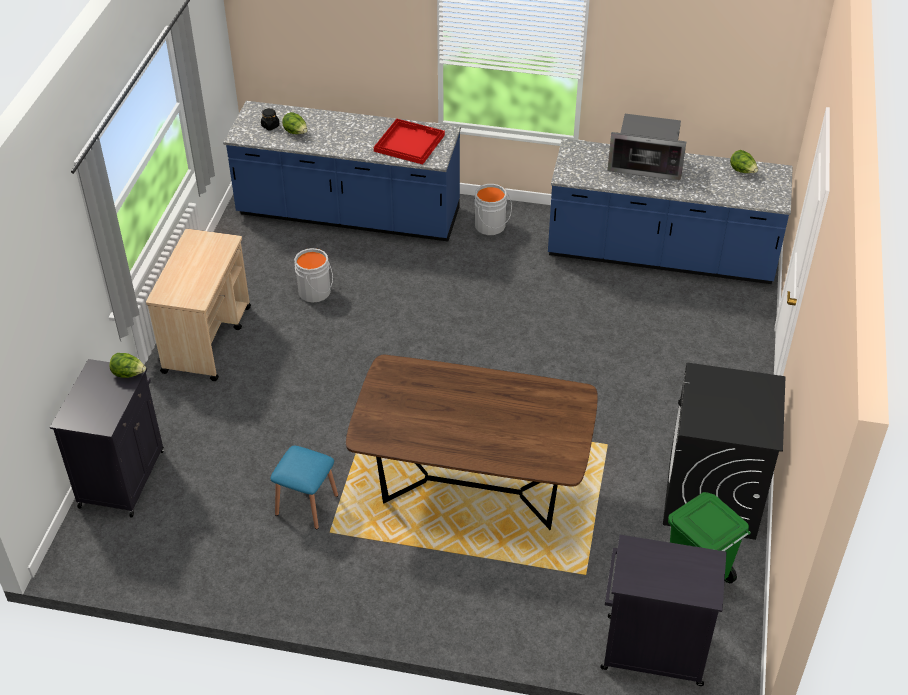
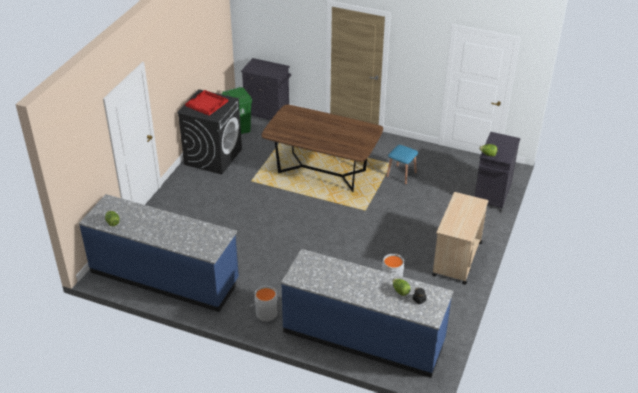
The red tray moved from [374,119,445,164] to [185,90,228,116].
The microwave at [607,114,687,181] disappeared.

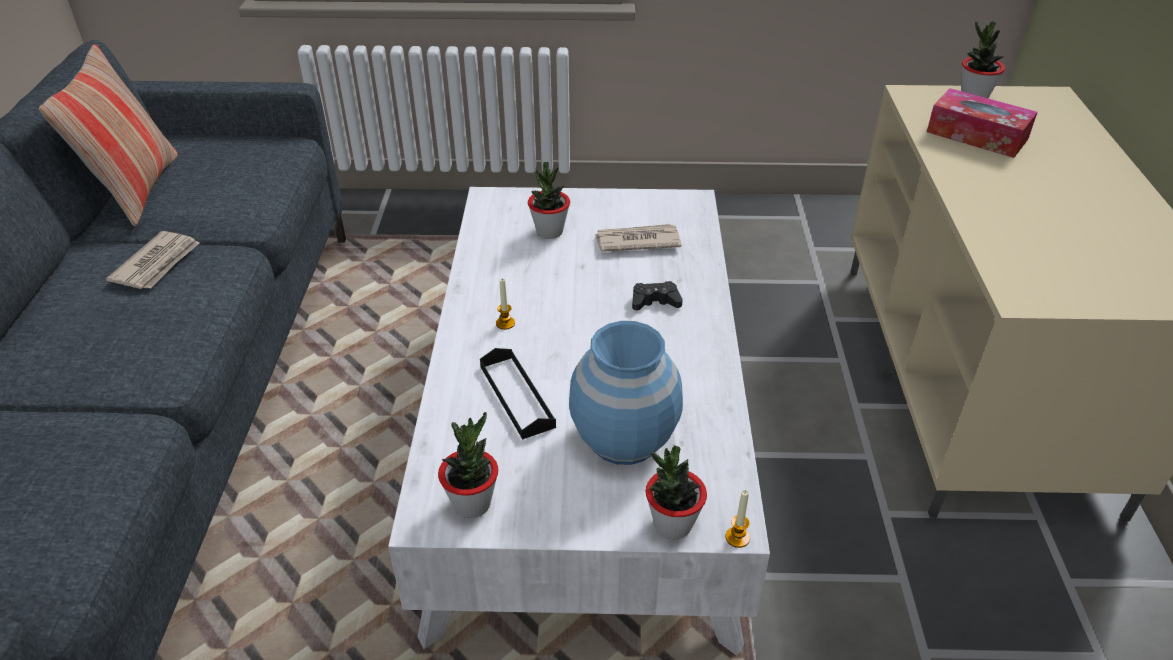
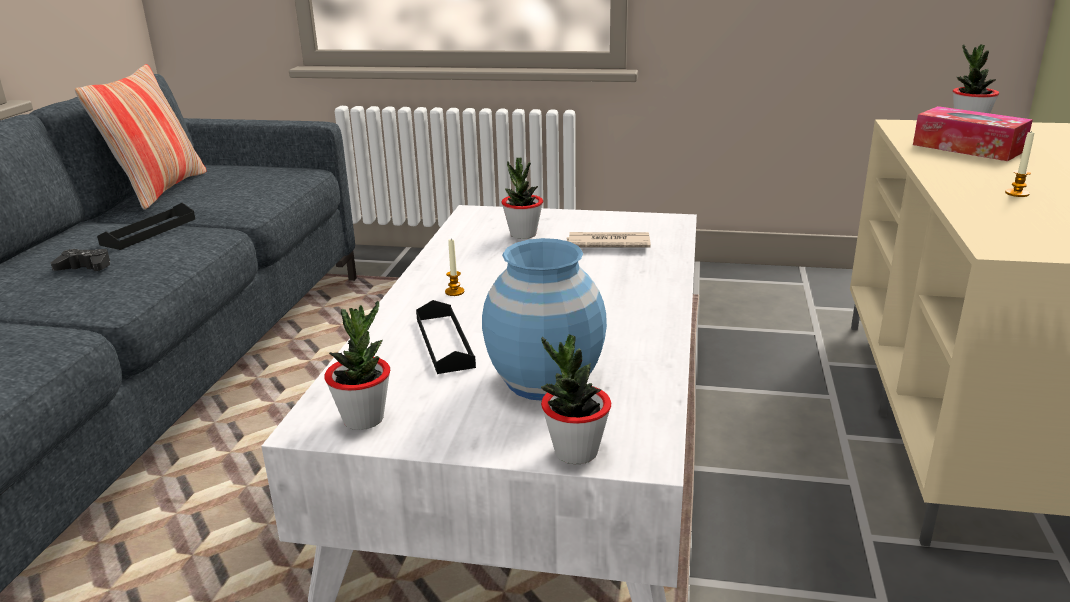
The black game controller moved from [632,281,683,311] to [51,249,110,271].
The newspaper at [106,231,199,289] was replaced by the black tray at [97,203,195,250].
The candle moved from [726,490,750,548] to [1005,130,1035,197].

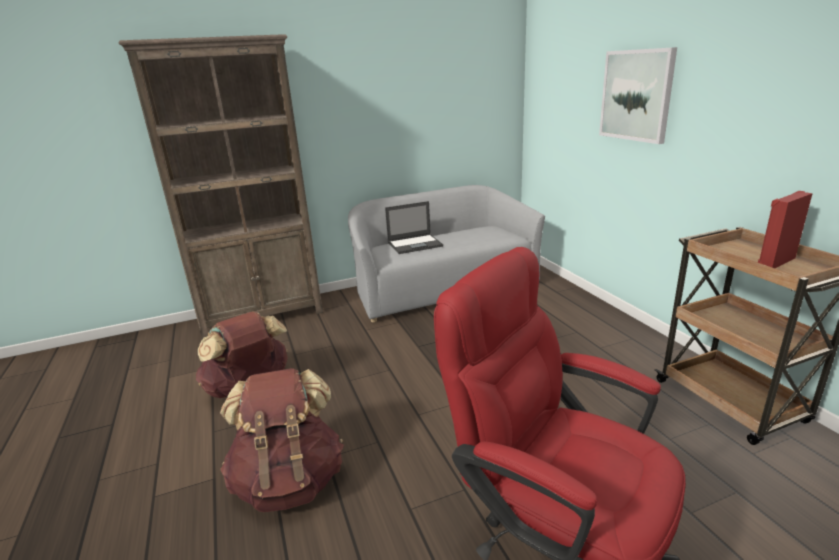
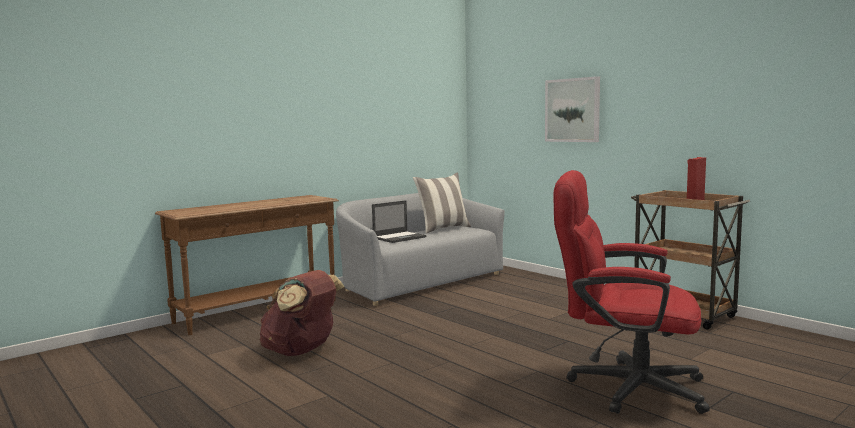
The brown bookcase at [119,34,323,339] was replaced by the brown console table at [155,195,339,335].
The pillow at [413,173,471,234] appeared.
The brown backpack at [220,368,344,512] disappeared.

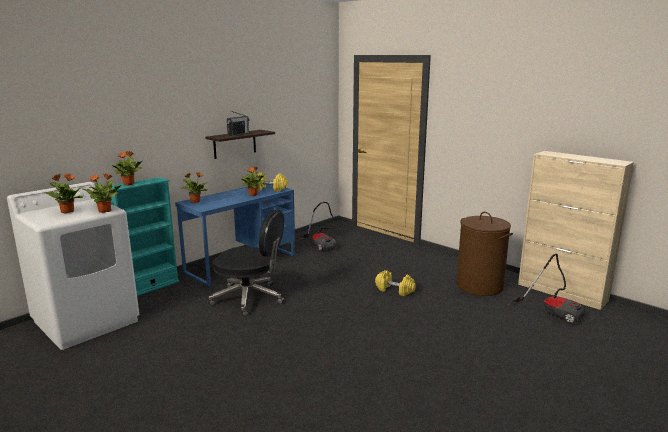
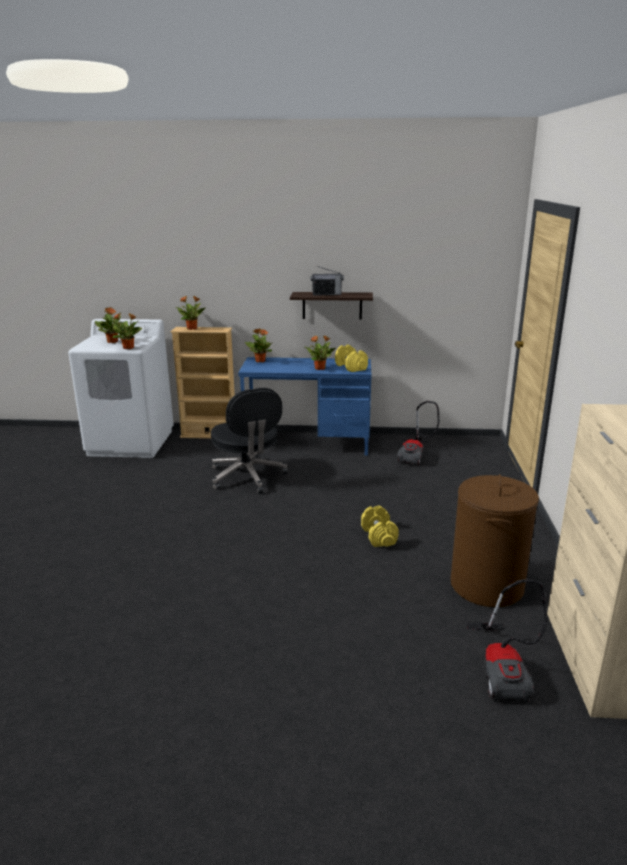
The turquoise bookcase at [110,177,180,296] became the beige bookcase at [171,327,235,439].

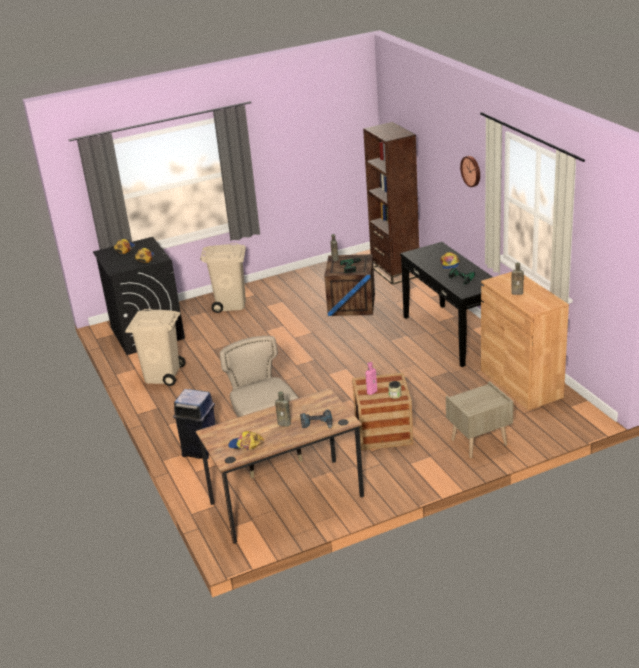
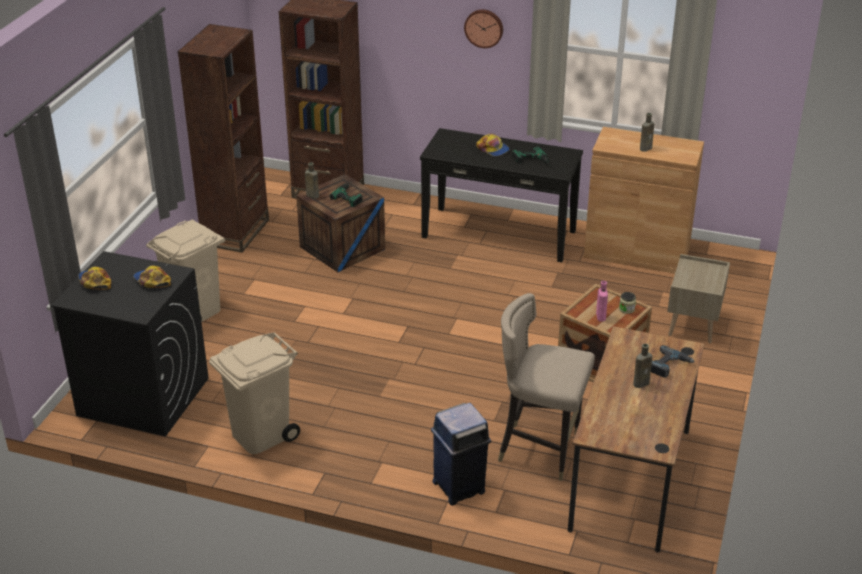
The brown bookcase at [178,24,269,253] appeared.
The cap at [228,431,264,450] disappeared.

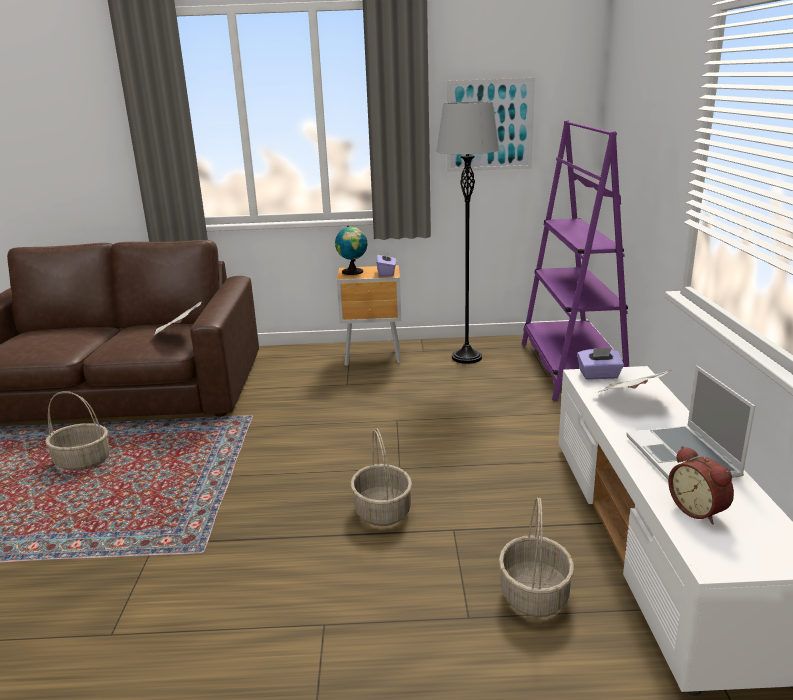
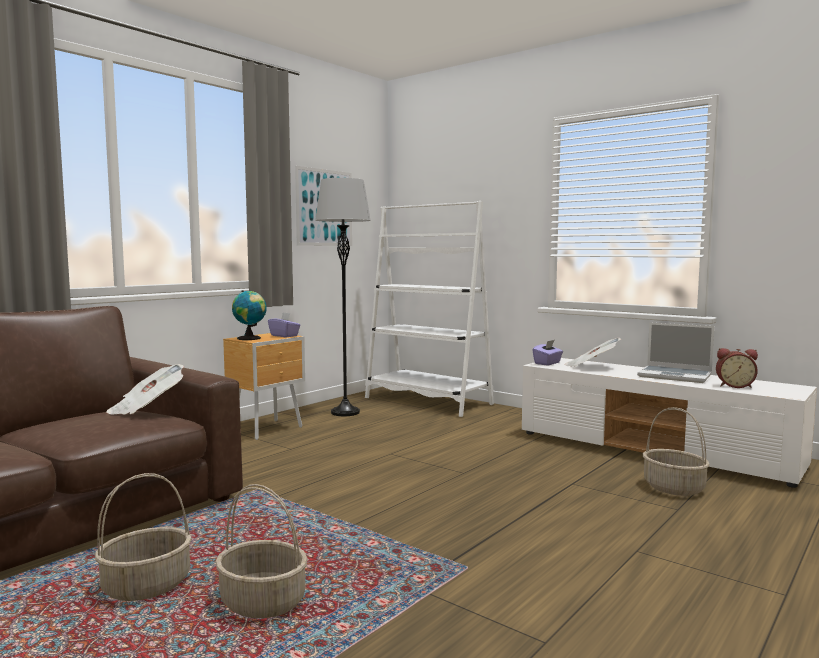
The basket moved from [351,429,412,526] to [215,484,308,618].
The purple bookcase at [522,120,629,402] became the white bookcase at [365,201,494,417].

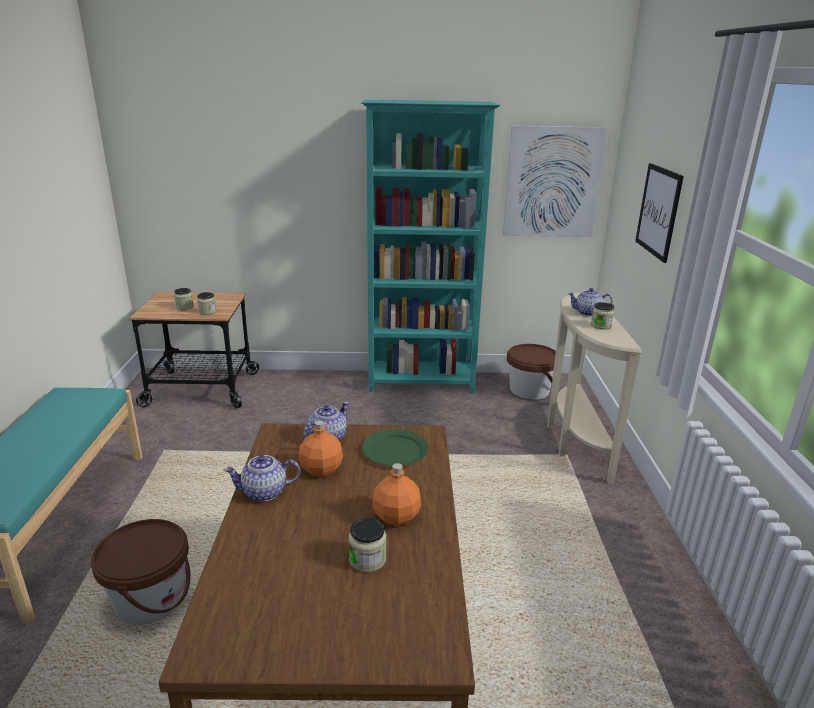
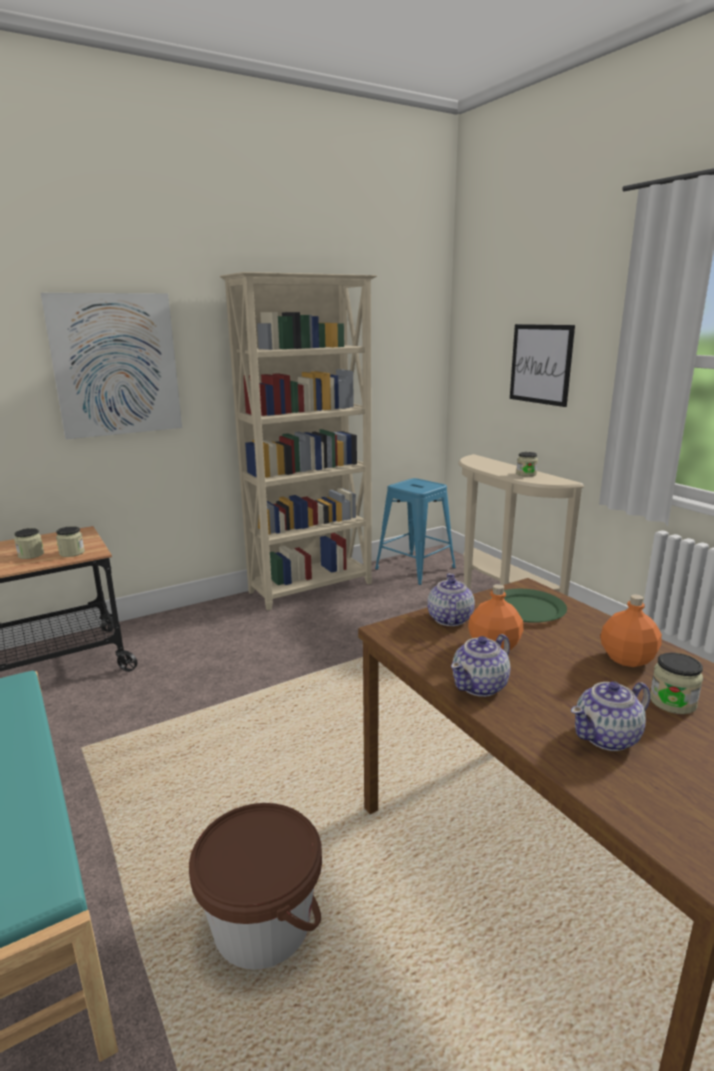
The picture moved from [503,126,607,237] to [41,293,182,439].
The turquoise bookcase at [361,100,500,393] became the beige bookcase at [220,272,377,611].
The brown bucket at [507,344,556,400] was replaced by the blue stool at [375,478,456,585].
The teapot moved from [568,288,613,316] to [571,681,650,751].

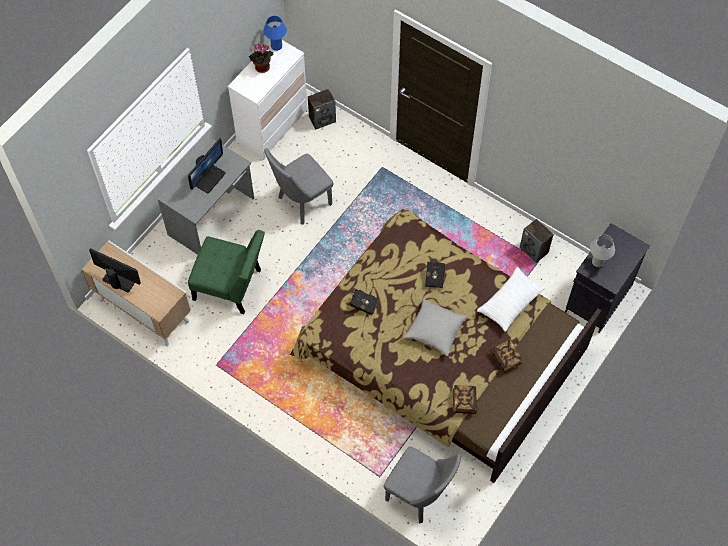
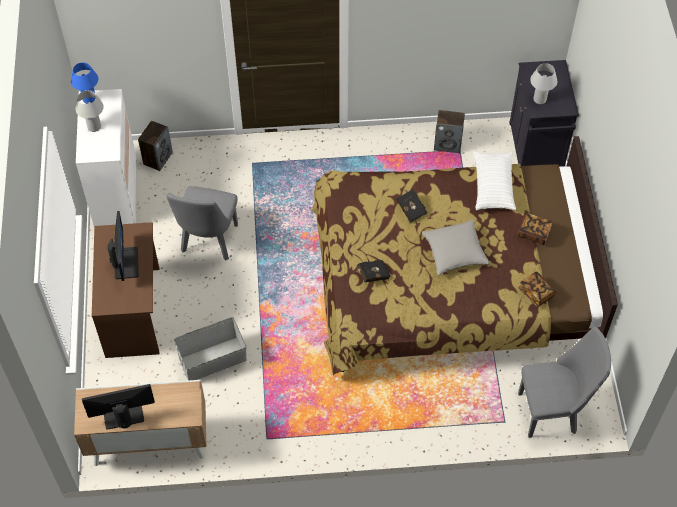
The potted plant at [249,43,273,73] was replaced by the white table lamp at [76,90,104,132].
The grey desk at [157,139,254,255] became the brown desk at [92,222,160,358].
The green chair at [188,230,265,314] was replaced by the grey storage box at [174,317,247,381].

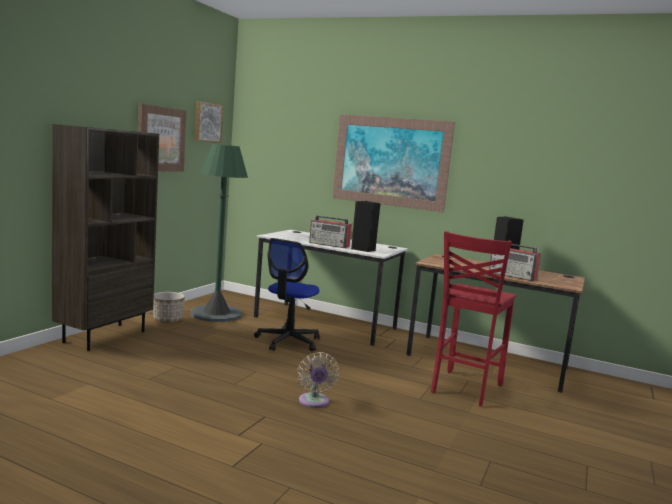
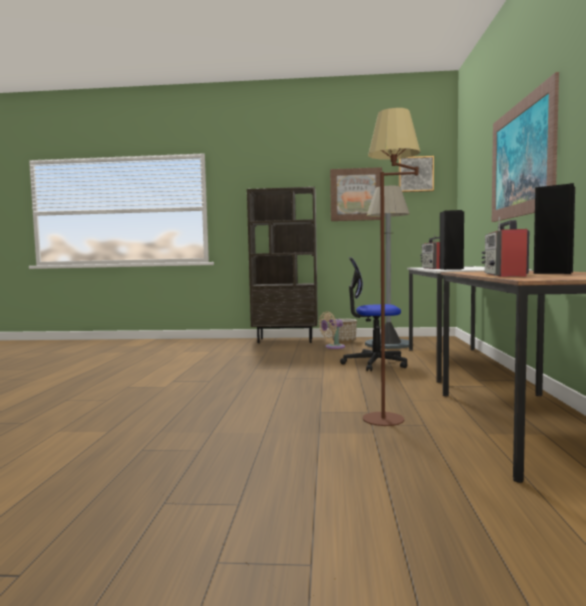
The beige fan moved from [297,352,339,408] to [319,311,345,349].
The red chair at [431,231,516,407] was replaced by the brown floor lamp at [363,108,420,426].
The green floor lamp at [190,144,248,322] became the grey floor lamp at [365,186,410,349].

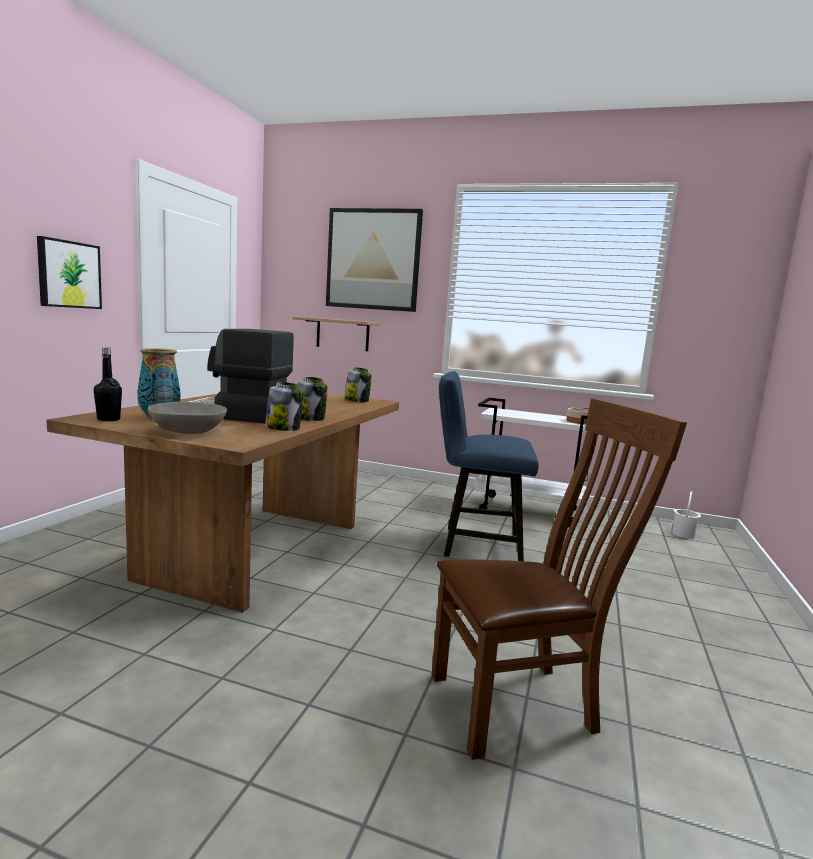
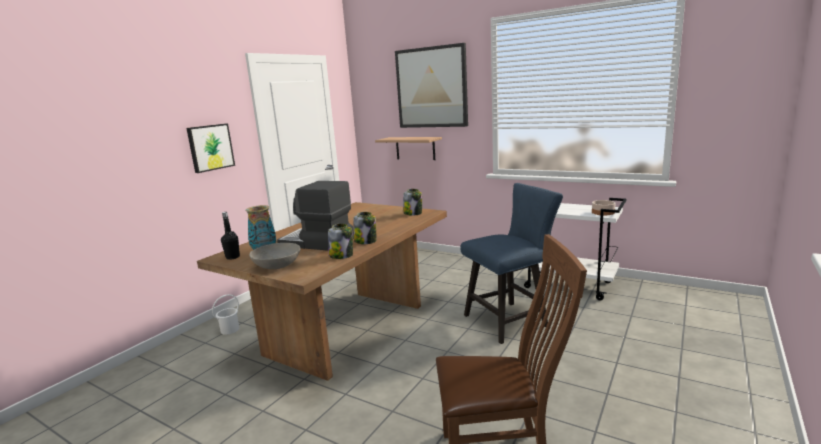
The white bucket moved from [672,491,701,539] to [212,294,239,335].
The blue chair at [439,371,539,561] turned 135 degrees clockwise.

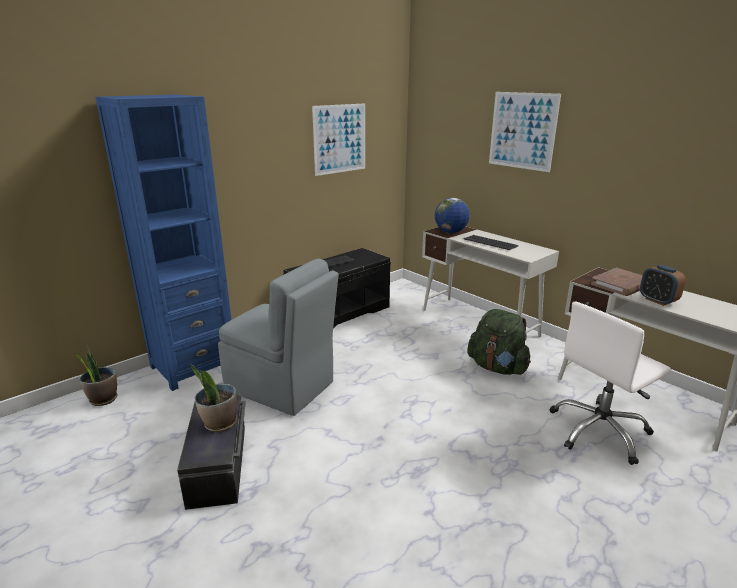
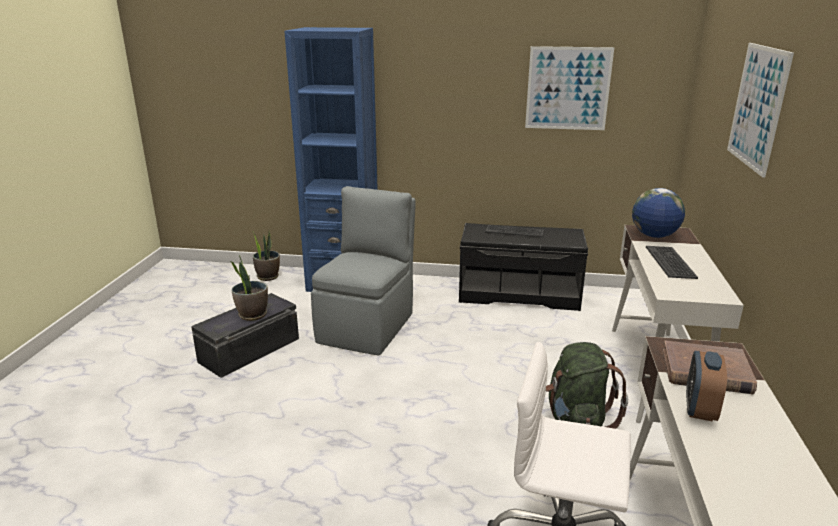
The grey chair at [218,259,339,416] turned 150 degrees counterclockwise.

